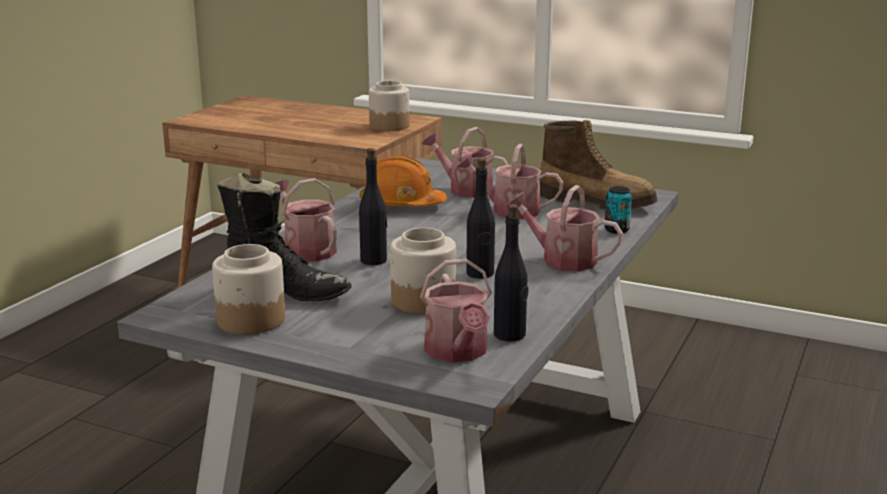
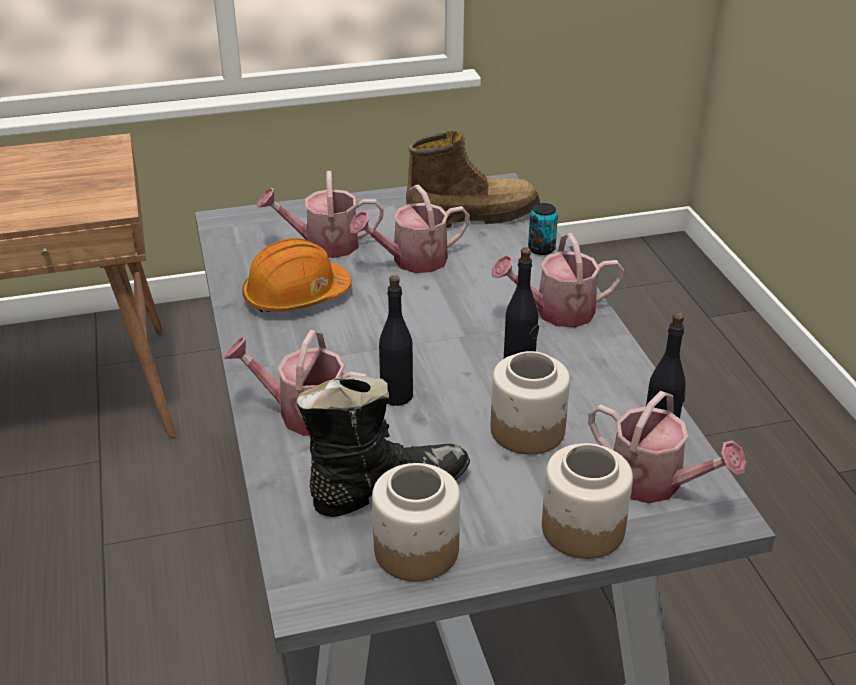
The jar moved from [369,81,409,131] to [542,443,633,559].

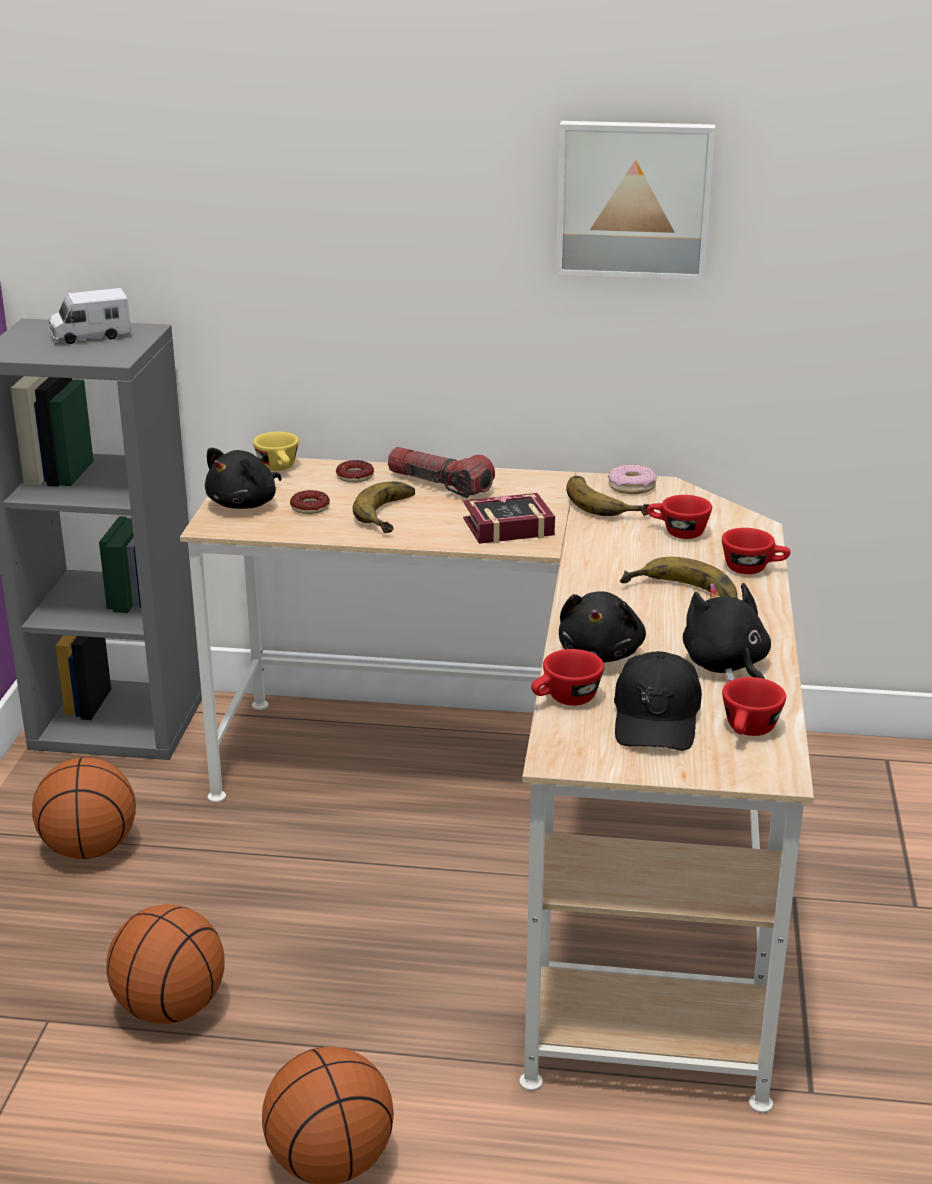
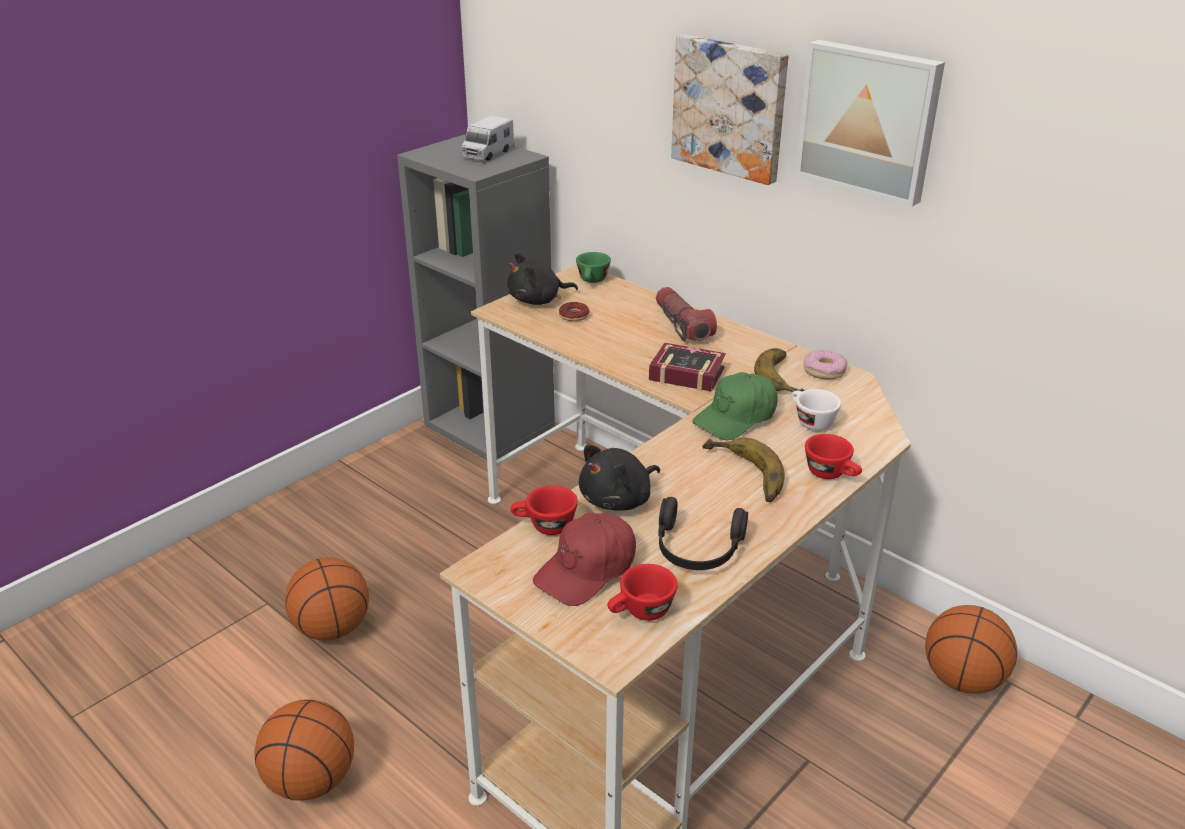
The toy truck at [49,288,131,344] turned 75 degrees counterclockwise.
The black cap at [614,651,702,751] became the red cap at [533,513,636,606].
The yellow cup at [253,432,299,471] became the green cup at [576,252,611,283].
The black plush toy at [683,583,771,681] was replaced by the black headphones at [658,497,748,570].
The picture at [671,35,789,185] appeared.
The green cap at [692,372,778,440] appeared.
The red cup at [647,495,712,539] became the white cup at [791,389,841,431].
The basketball moved from [32,757,136,859] to [925,605,1017,694].
The donut at [336,460,374,483] disappeared.
The banana at [352,482,415,533] disappeared.

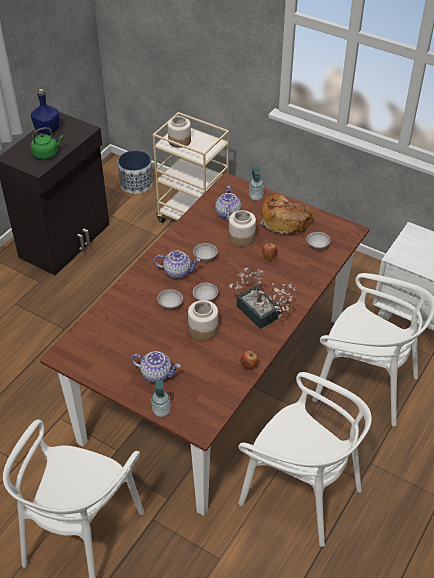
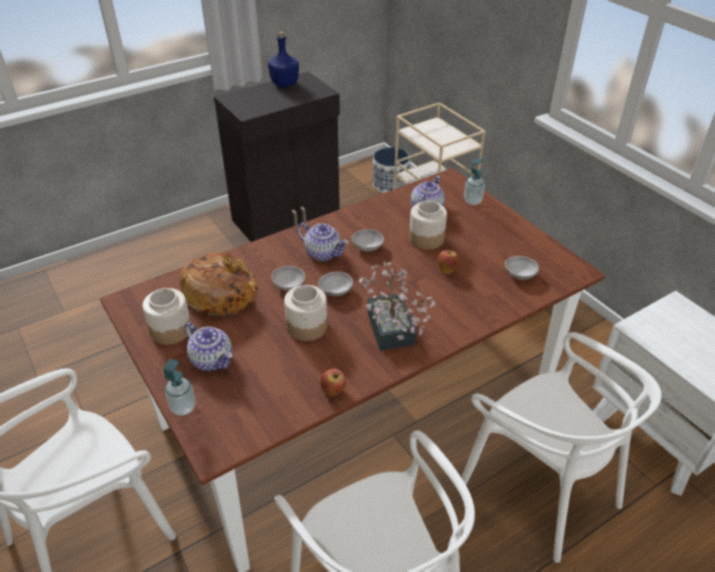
The jar moved from [168,116,191,148] to [142,288,191,345].
The bread moved from [260,193,314,235] to [179,252,259,317].
The green kettle at [31,127,63,159] disappeared.

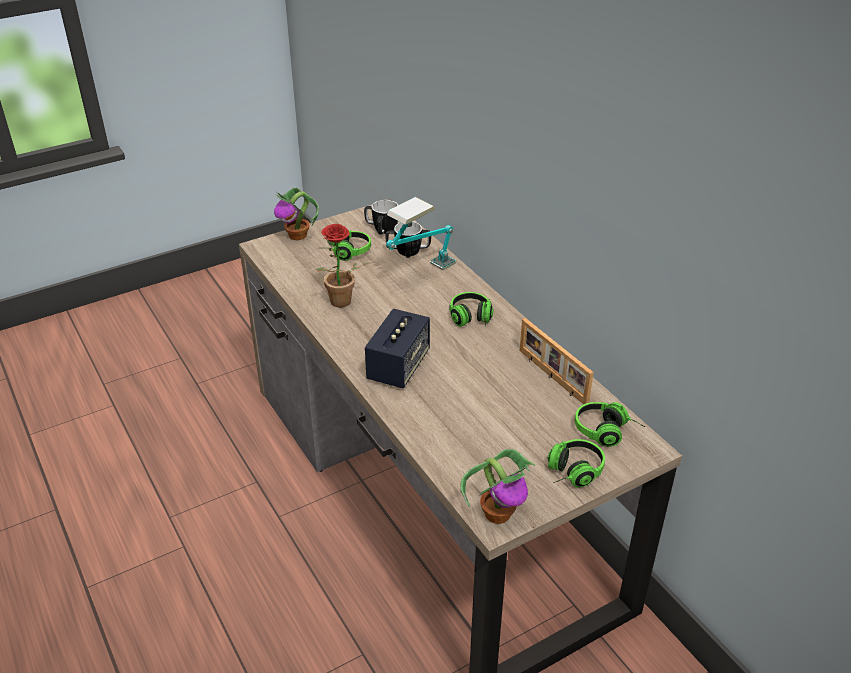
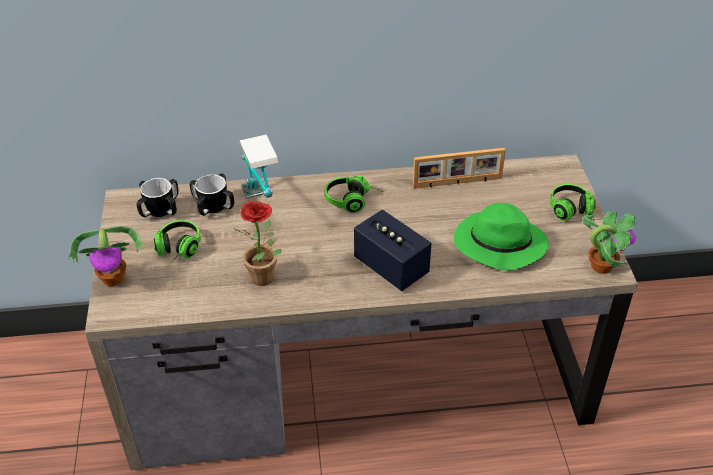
The green hat at [454,203,549,271] appeared.
The headphones at [575,402,645,447] disappeared.

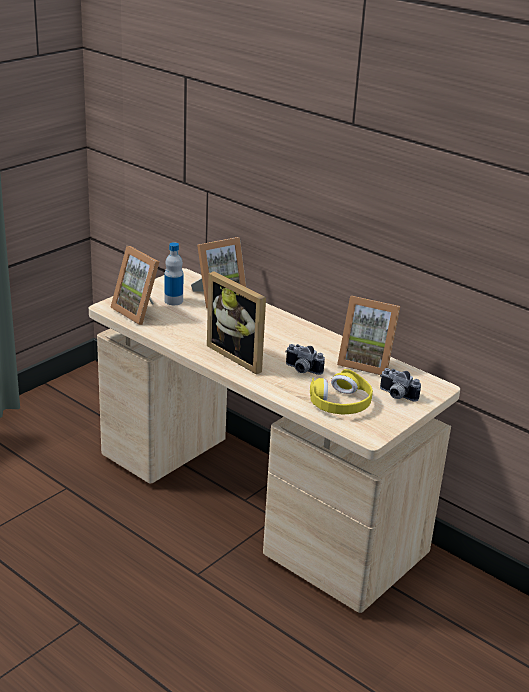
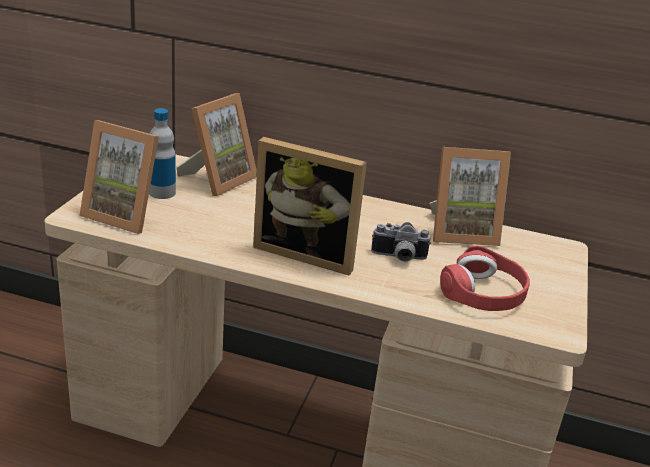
The yellow headphones at [310,369,373,414] became the red headphones at [440,245,530,311].
The photo camera at [380,368,421,401] disappeared.

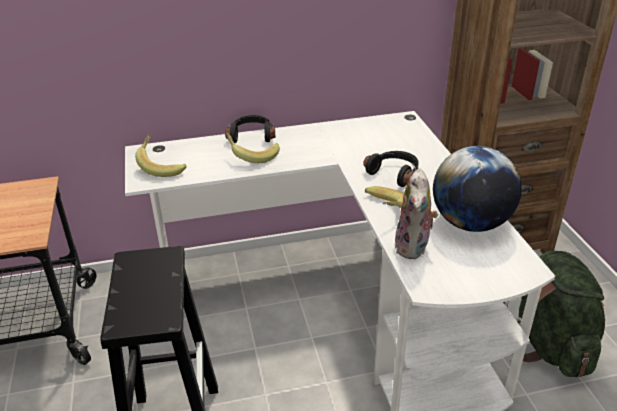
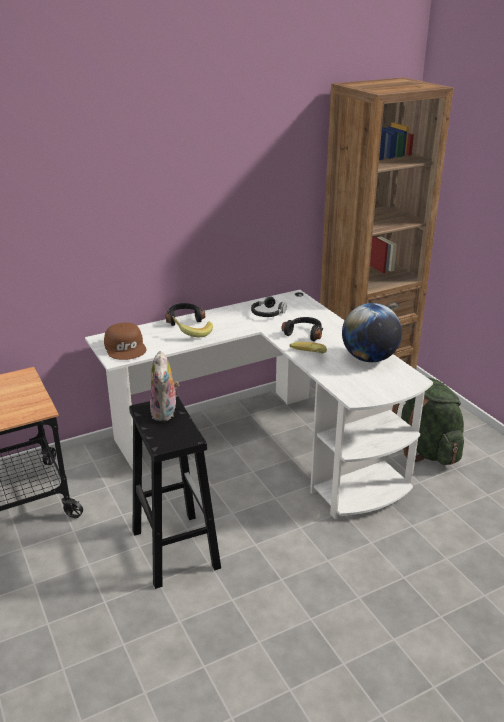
The banana at [135,134,186,177] was replaced by the brown cap at [104,322,147,360].
The plush toy moved from [394,168,438,259] to [150,351,179,421].
The black headphones at [251,296,287,317] appeared.

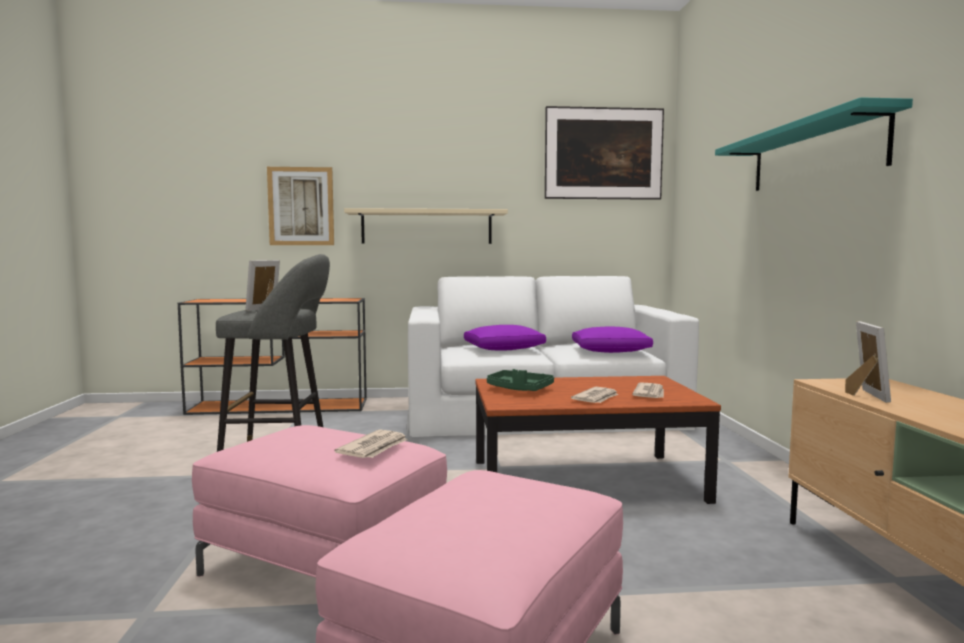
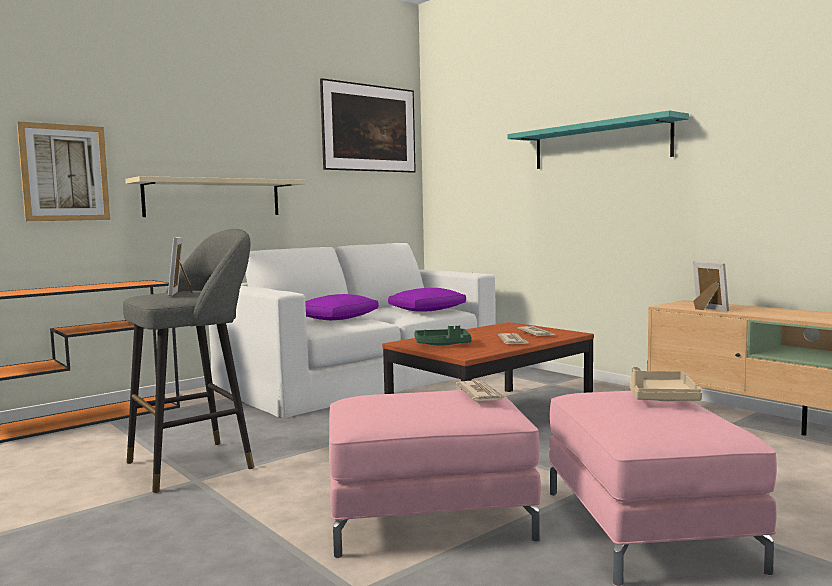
The beige tray at [630,367,702,401] appeared.

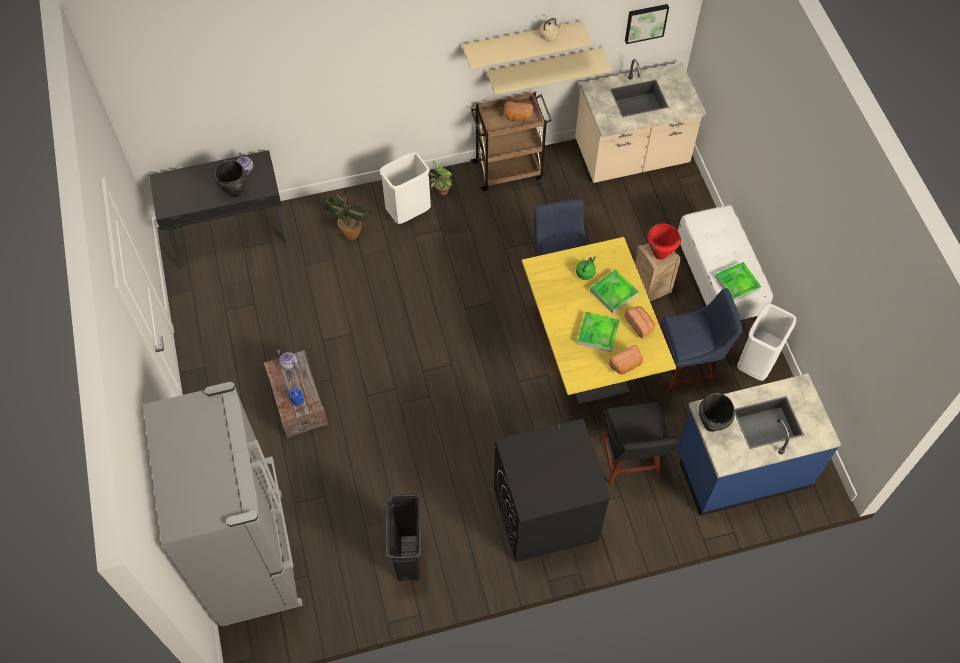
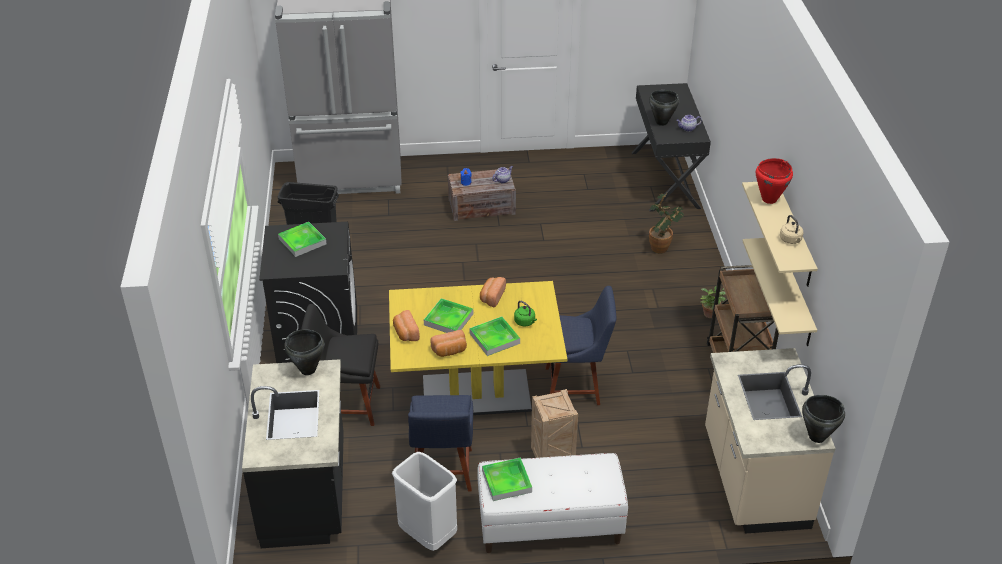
The blue counter at [677,374,841,516] became the black counter at [242,359,344,548].
The tray at [278,222,327,257] appeared.
The bread moved from [504,101,534,122] to [480,277,506,307].
The red cooking pot moved from [647,223,681,260] to [756,158,793,204].
The black cooking pot at [802,395,845,443] appeared.
The white trash can at [380,152,431,224] disappeared.
The picture at [625,4,669,44] disappeared.

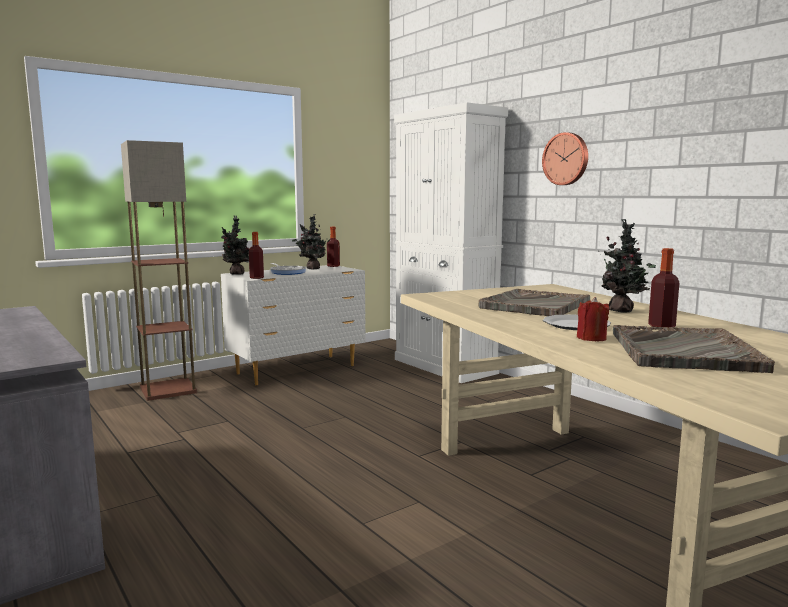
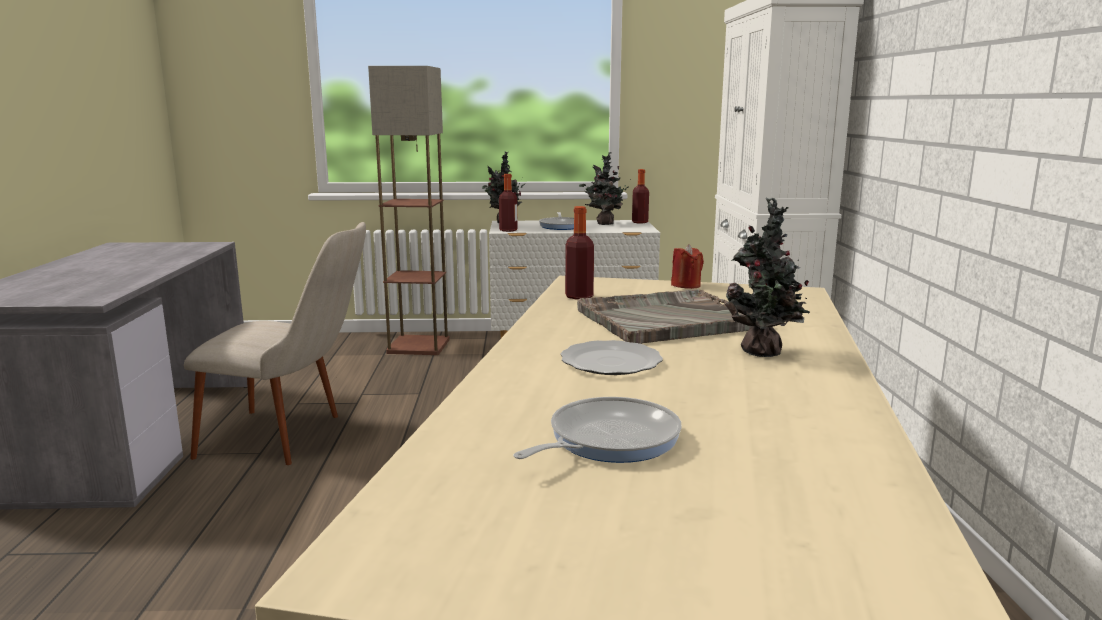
The beige chair at [184,222,366,465] appeared.
The grey tray at [613,325,775,373] was replaced by the frying pan at [513,397,682,463].
The bottle moved from [648,248,679,327] to [565,206,594,300].
The red candle moved from [577,297,609,341] to [671,244,704,289].
The wall clock at [542,132,588,185] disappeared.

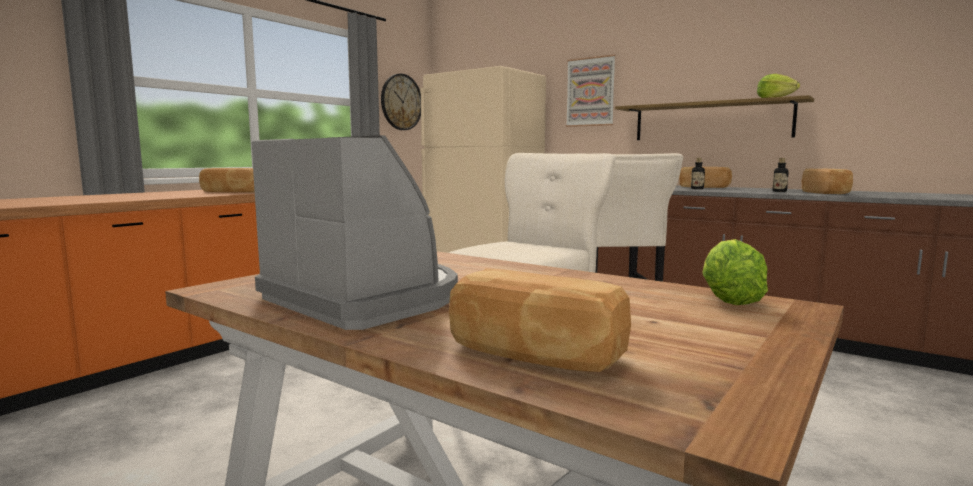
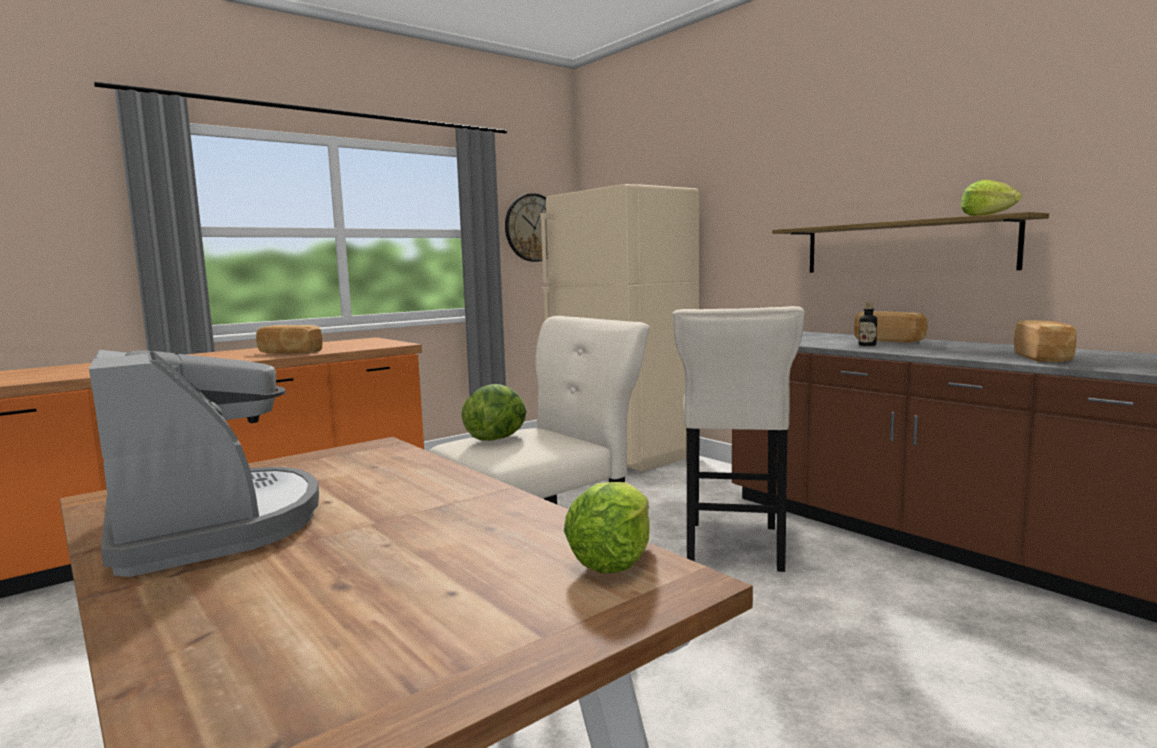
The lettuce at [461,384,526,441] appeared.
The bread at [449,268,631,372] disappeared.
The picture at [566,54,616,127] disappeared.
The bottle at [773,158,789,192] disappeared.

